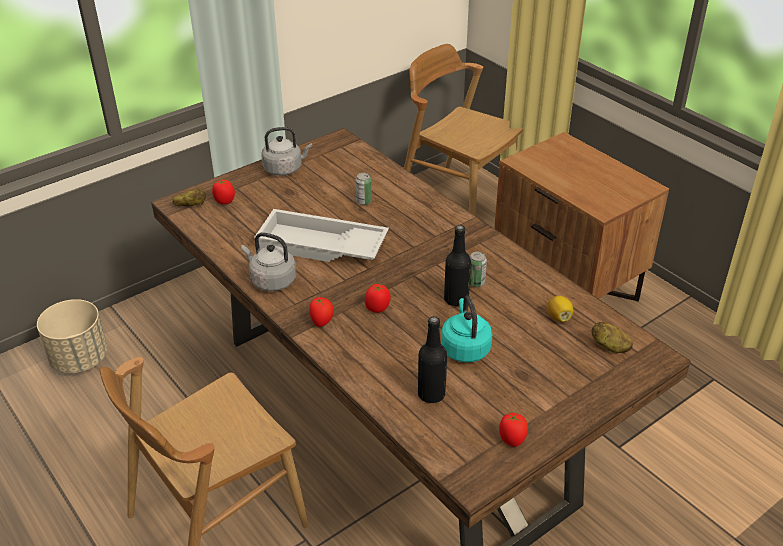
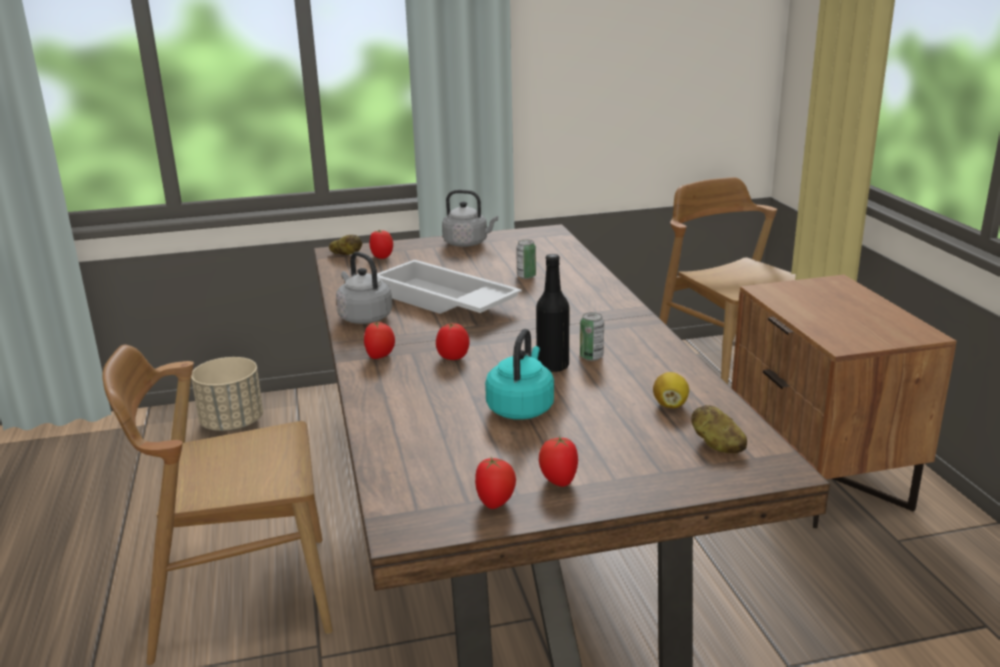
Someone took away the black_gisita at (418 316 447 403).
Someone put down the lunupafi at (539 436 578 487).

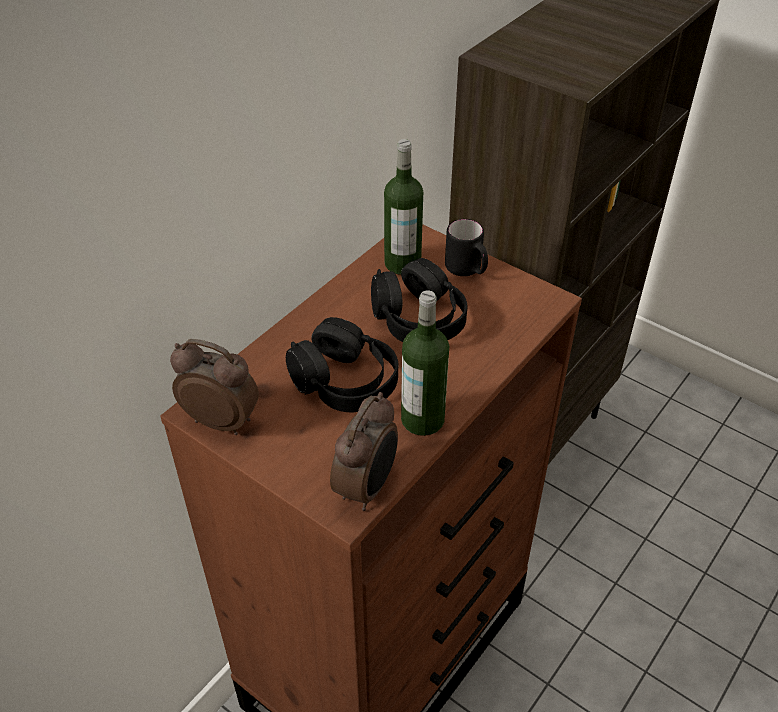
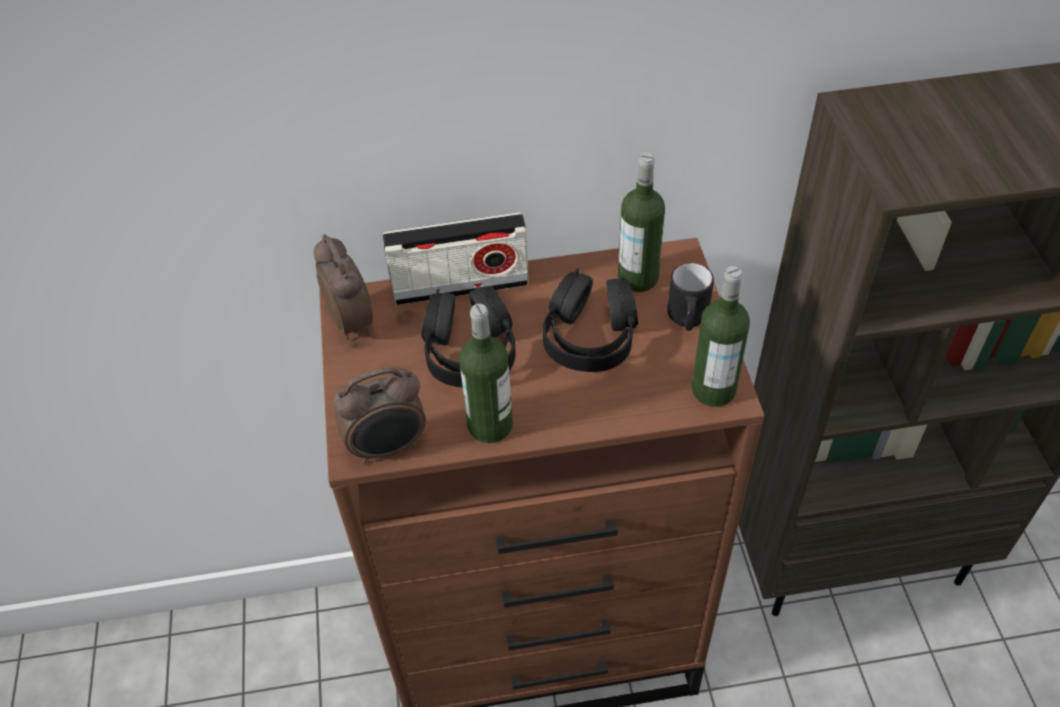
Someone put down the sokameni at (383 212 529 305).
Someone put down the gisita at (691 266 750 407).

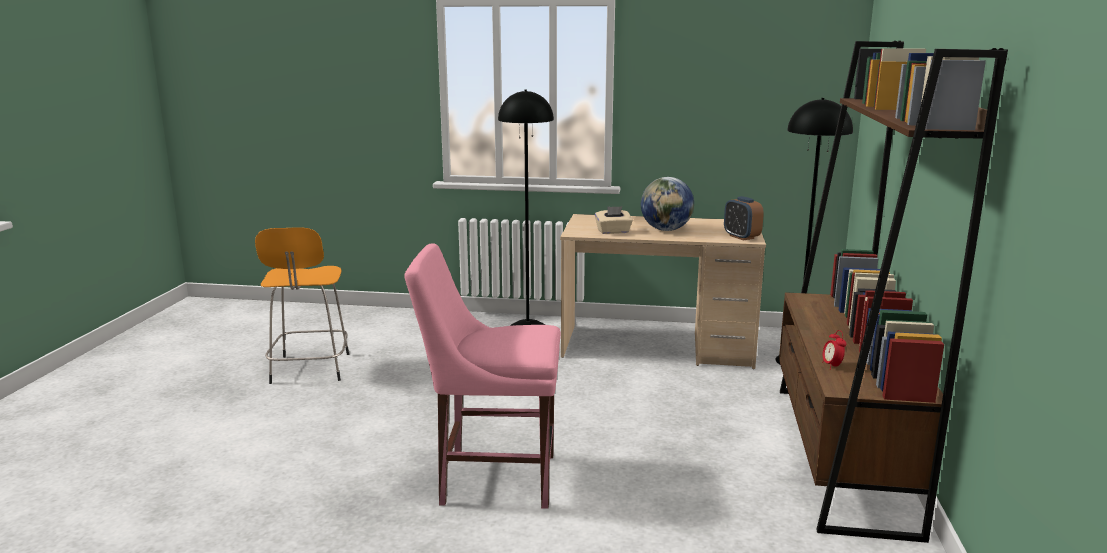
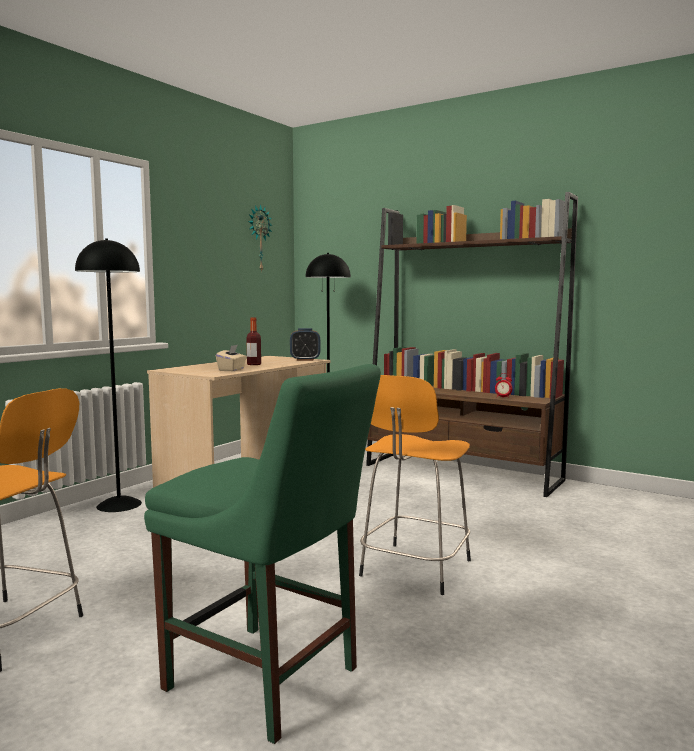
Someone swapped the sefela at (641 177 694 231) for the gisita at (247 317 261 365).
Someone swapped the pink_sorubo at (404 243 561 509) for the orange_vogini at (359 375 471 595).
Someone put up the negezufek at (248 204 272 272).
Someone put down the green_sorubo at (144 364 381 744).

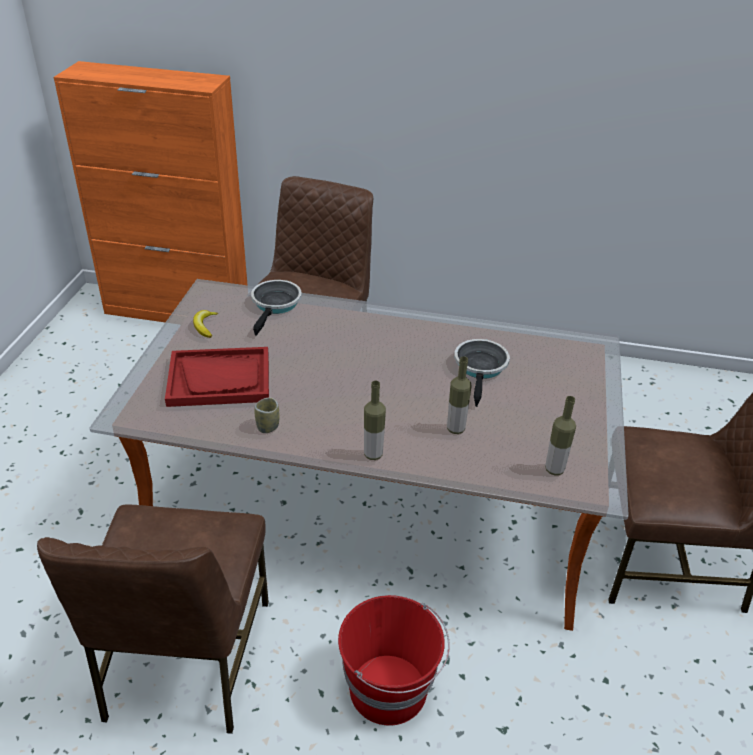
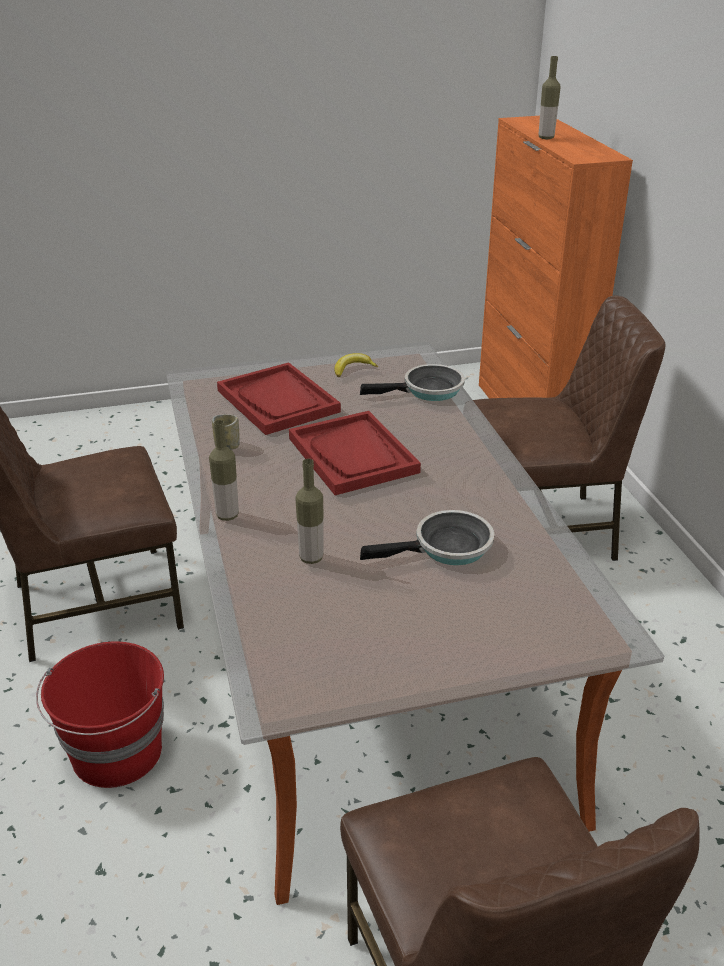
Someone carried the gisita from (545 396 576 476) to (539 56 561 139).
Someone put down the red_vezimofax at (289 411 421 495).

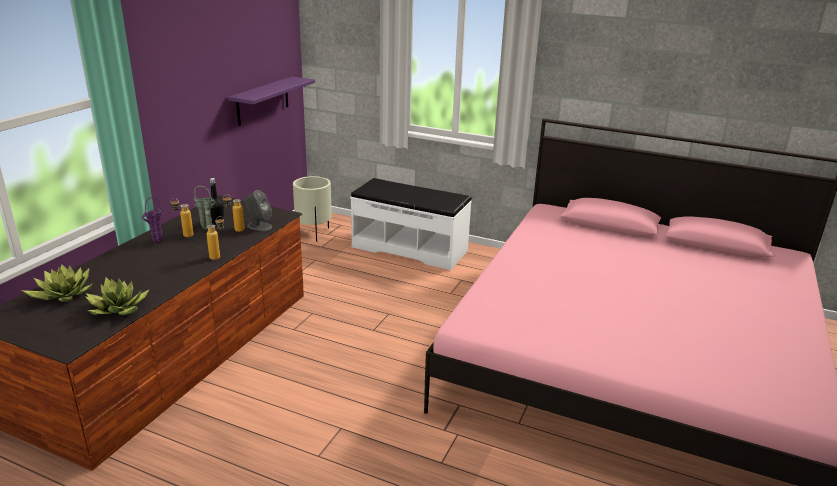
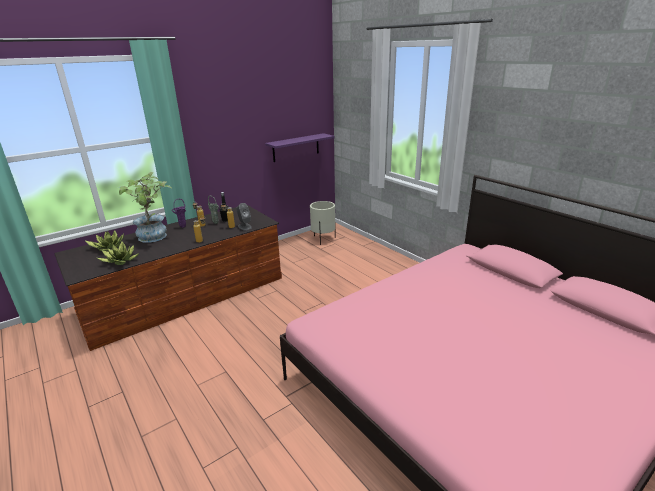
Someone took away the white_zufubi at (350 178 472 270).
Someone put down the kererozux at (117 172 172 243).

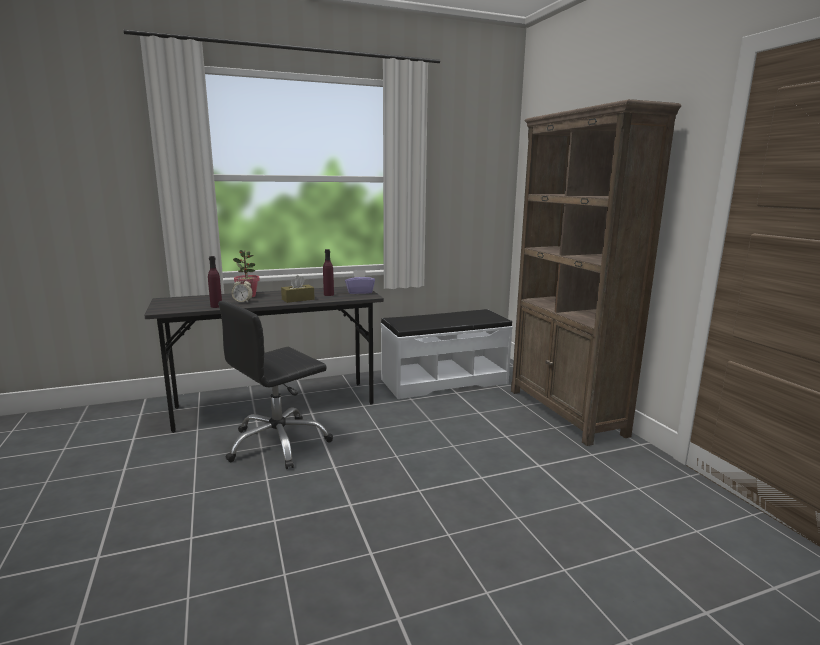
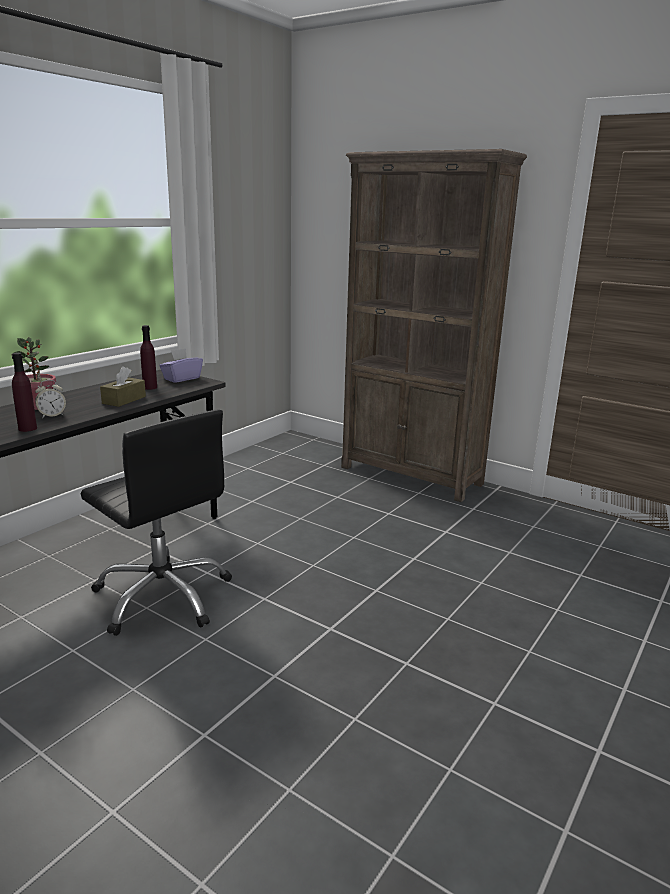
Someone rotated the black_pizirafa at (218 301 333 469) by 60 degrees counterclockwise.
Someone took away the white_zufubi at (381 309 513 399).

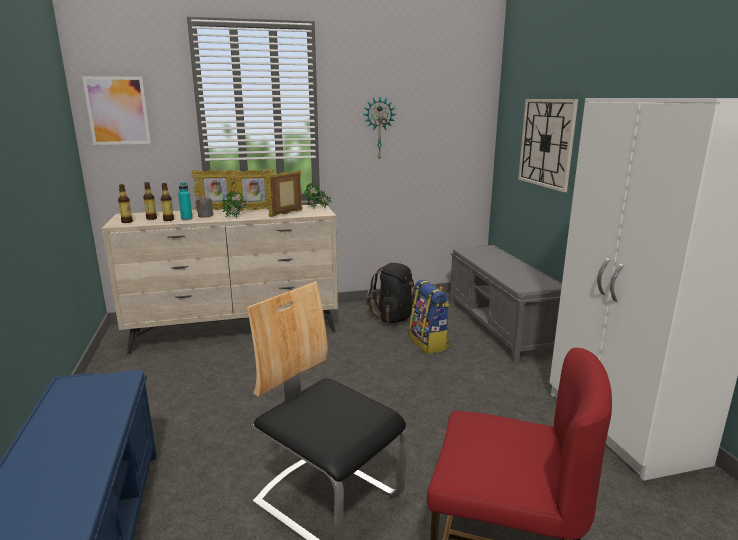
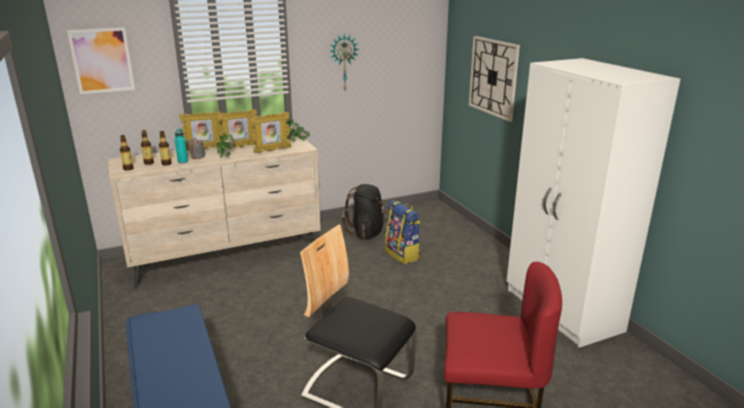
Someone rotated the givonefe at (266 170 303 217) by 150 degrees counterclockwise.
Someone took away the grey_zufubi at (450 245 562 363).

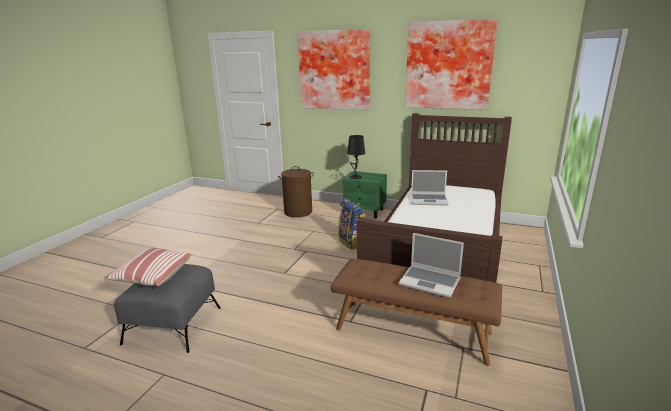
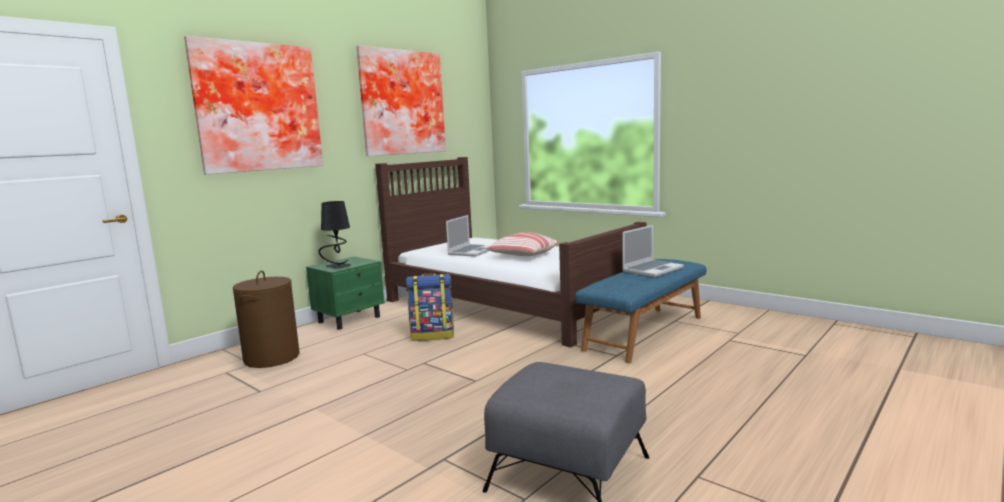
Someone carried the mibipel from (104 248 192 286) to (485 232 560 256).
Someone repainted the brown_zufubi at (331 258 502 366), which became the blue_zufubi at (575 259 706 363).

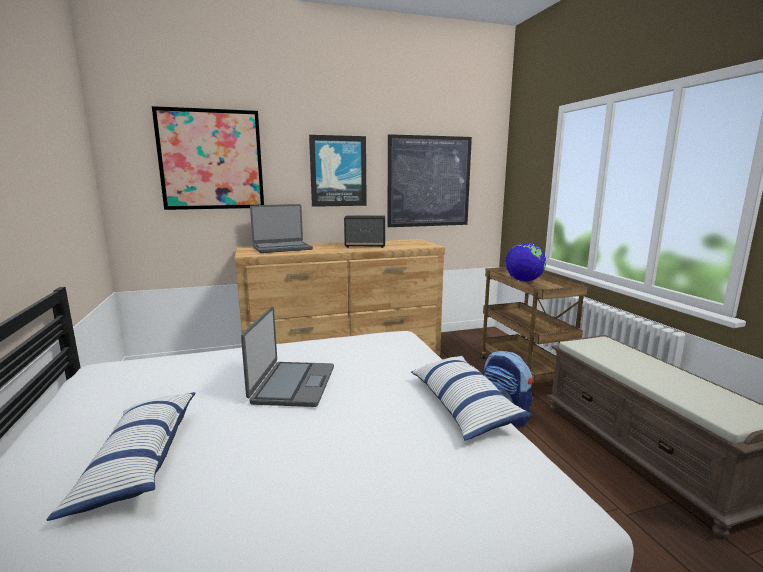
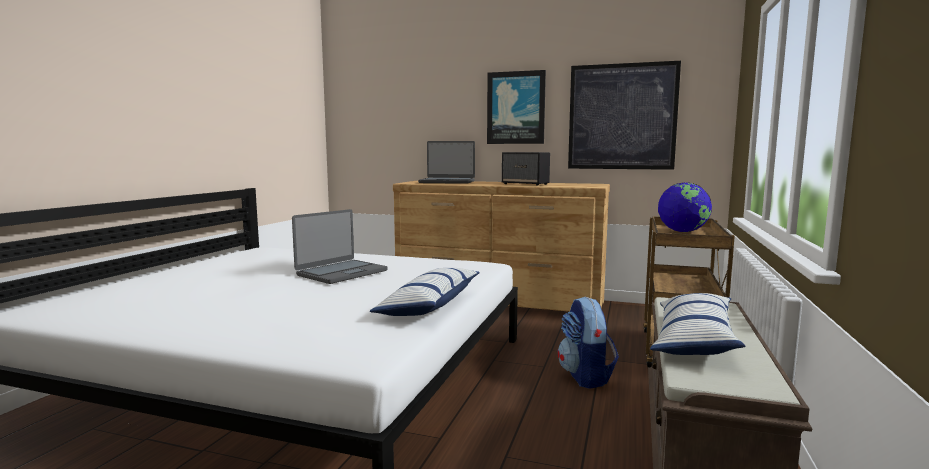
Someone took away the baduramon at (152 106 264 210).
Someone carried the mibipel from (47 392 195 521) to (650 293 746 355).

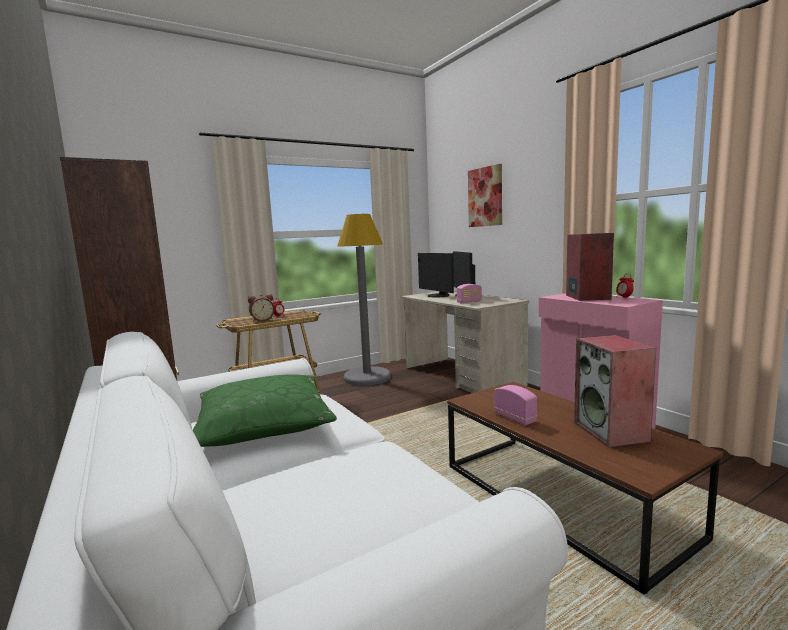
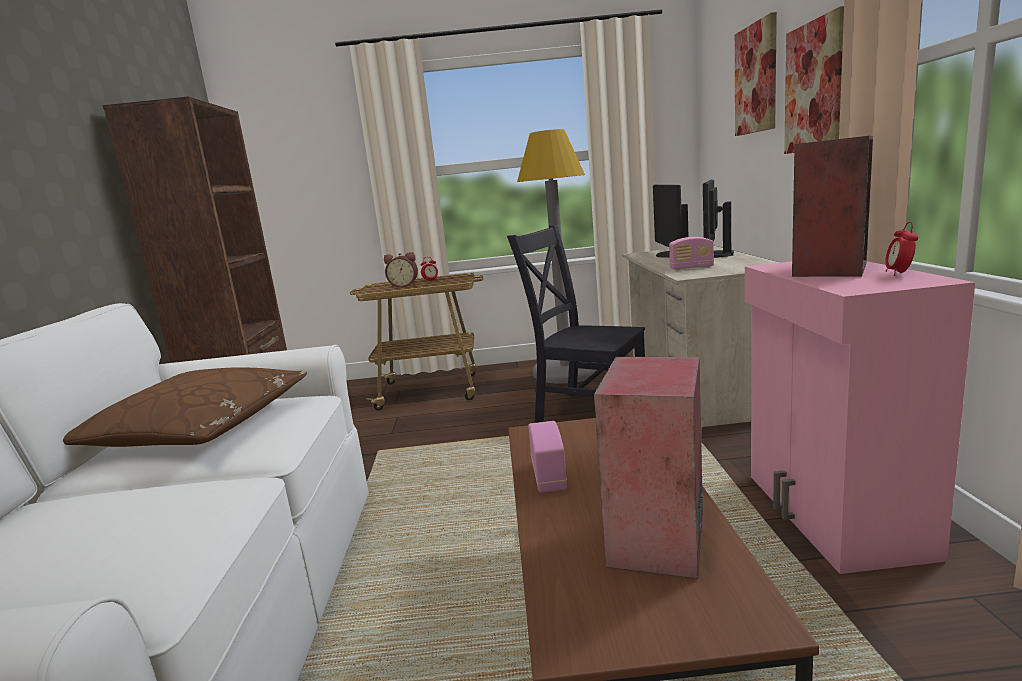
Someone repainted the green_mibipel at (193 374 337 447), which became the brown_mibipel at (63 367 307 447).
Someone put up the baduramon at (784 6 844 154).
Someone put down the black_sorubo at (507 225 645 423).

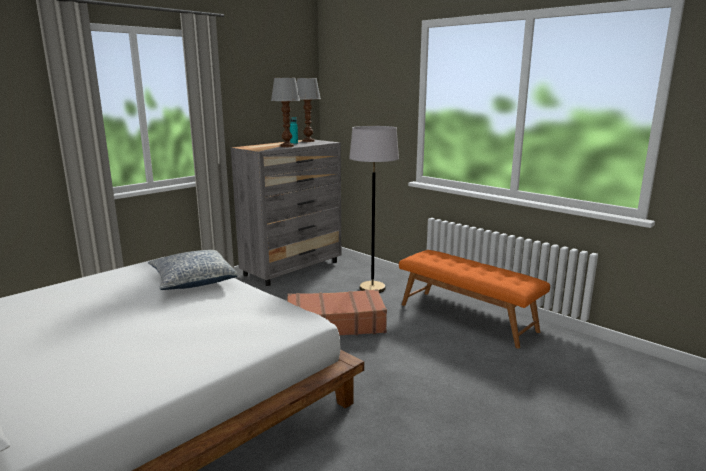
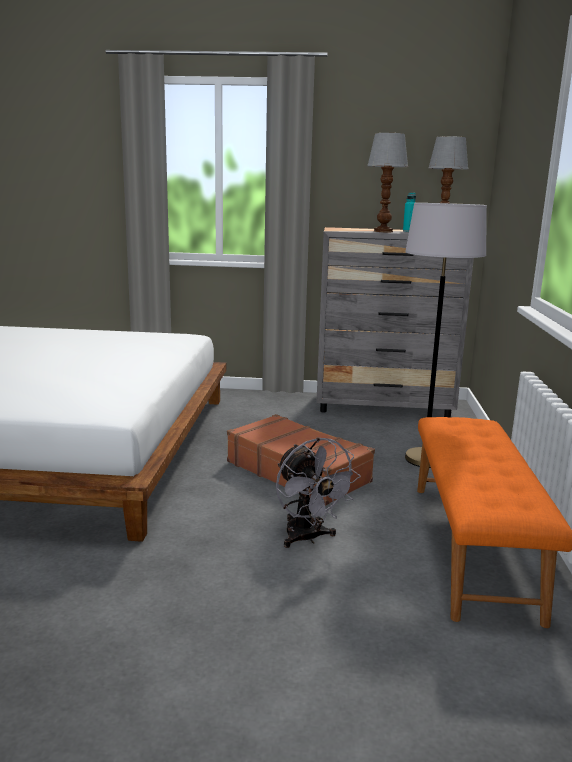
Someone took away the mibipel at (148 250 238 290).
Someone put down the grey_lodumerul at (276 437 361 548).

